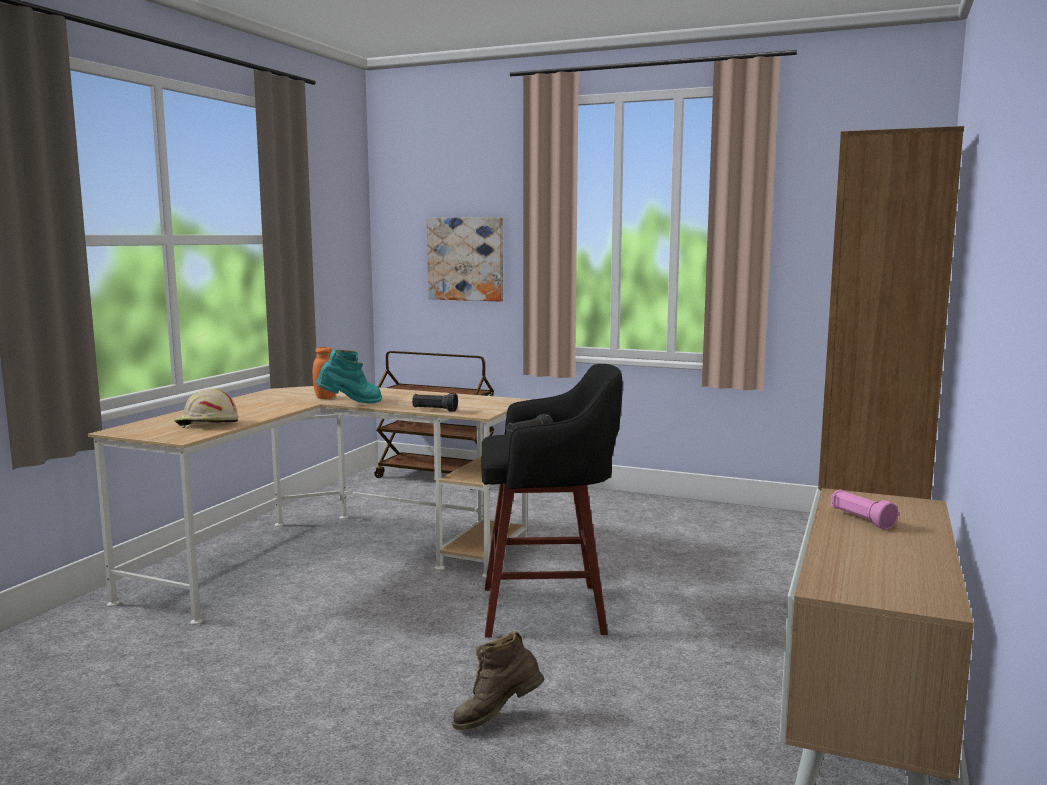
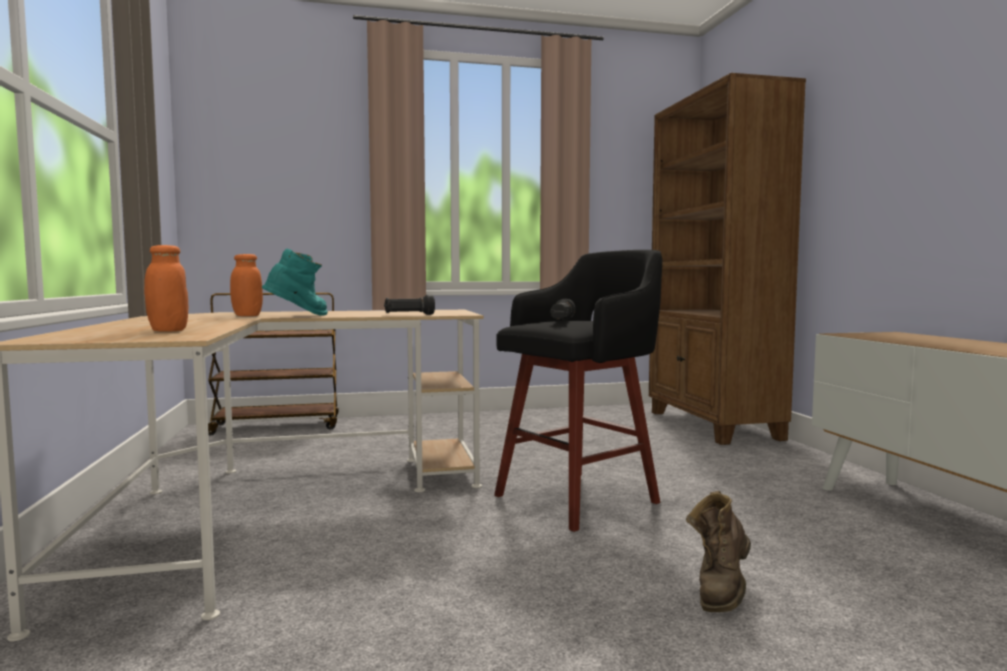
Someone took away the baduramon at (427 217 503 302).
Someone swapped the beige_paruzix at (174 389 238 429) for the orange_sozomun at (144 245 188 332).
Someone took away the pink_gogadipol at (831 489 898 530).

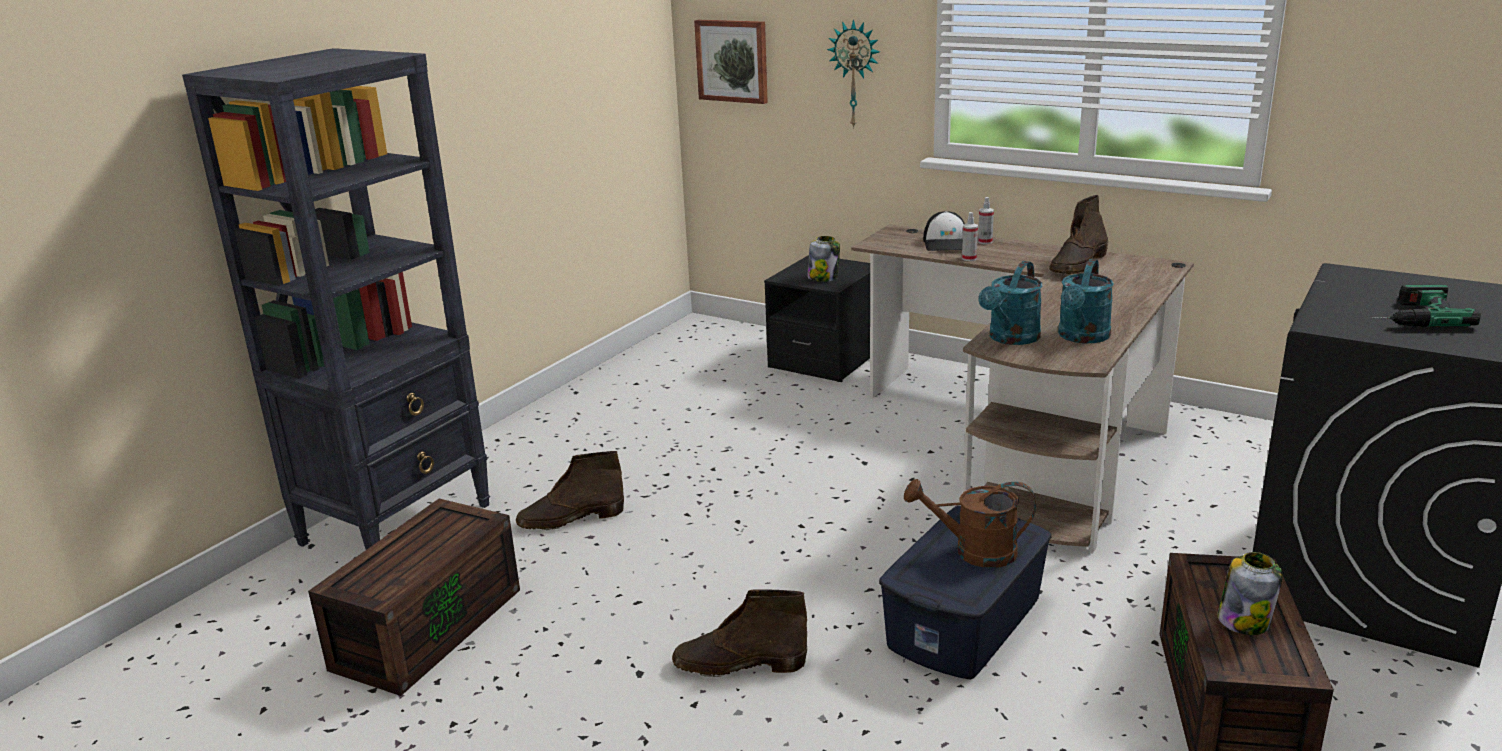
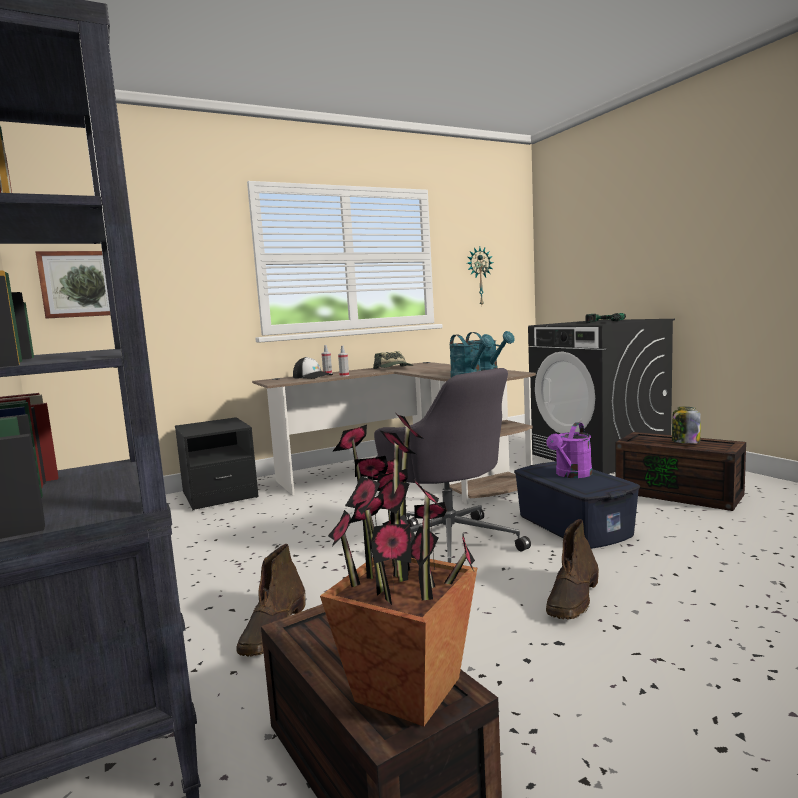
Someone carried the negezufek from (827 19 880 129) to (467 247 493 305).
Someone swapped the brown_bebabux at (1049 195 1108 274) for the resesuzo at (373 351 414 369).
Someone took away the sozomun at (807 236 840 282).
Someone repainted the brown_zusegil at (904 479 1036 568), which became the purple_zusegil at (546 422 592 478).
Someone put down the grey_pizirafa at (374 368 531 564).
Someone put down the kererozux at (320 414 477 727).

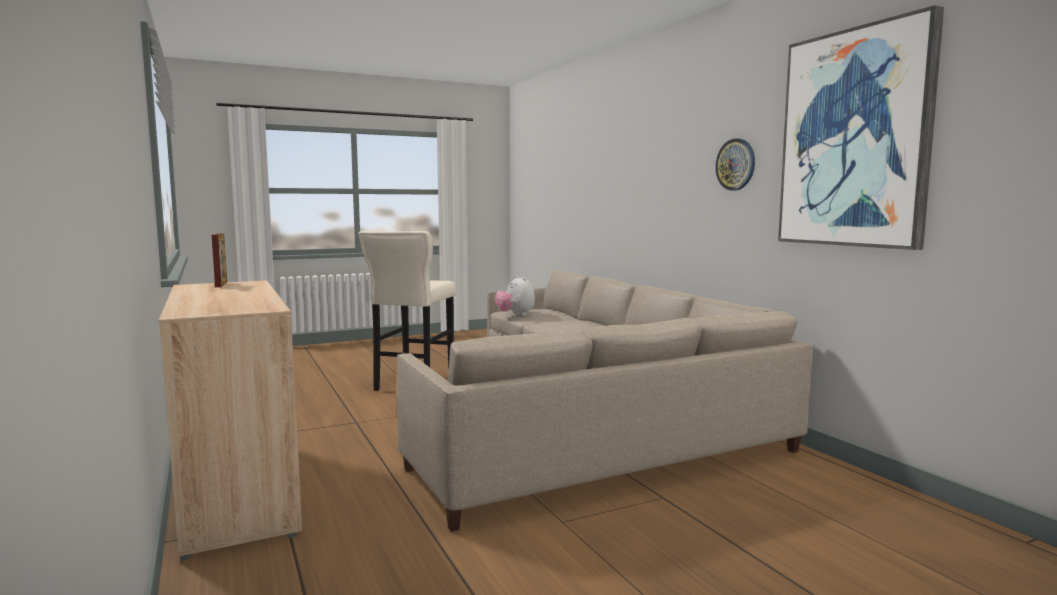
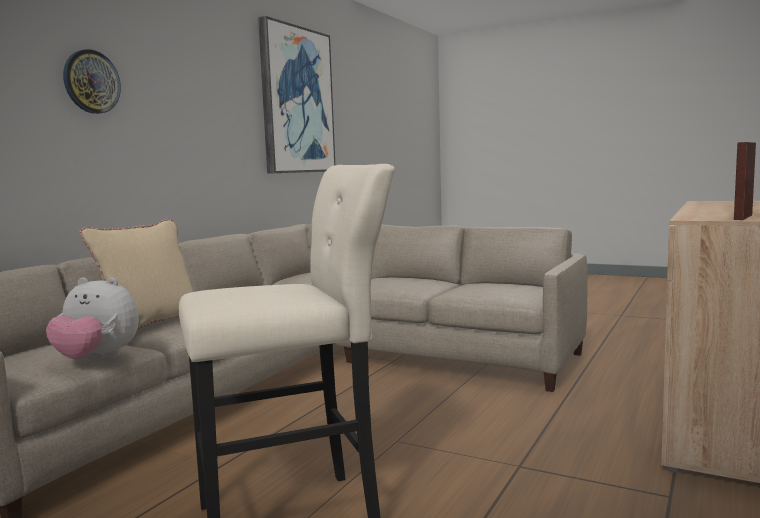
Someone carried the negezufek from (715 138 755 190) to (63 49 121 114).
Someone rotated the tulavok at (495 276 535 316) by 75 degrees clockwise.
Someone put down the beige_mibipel at (80 219 194 330).

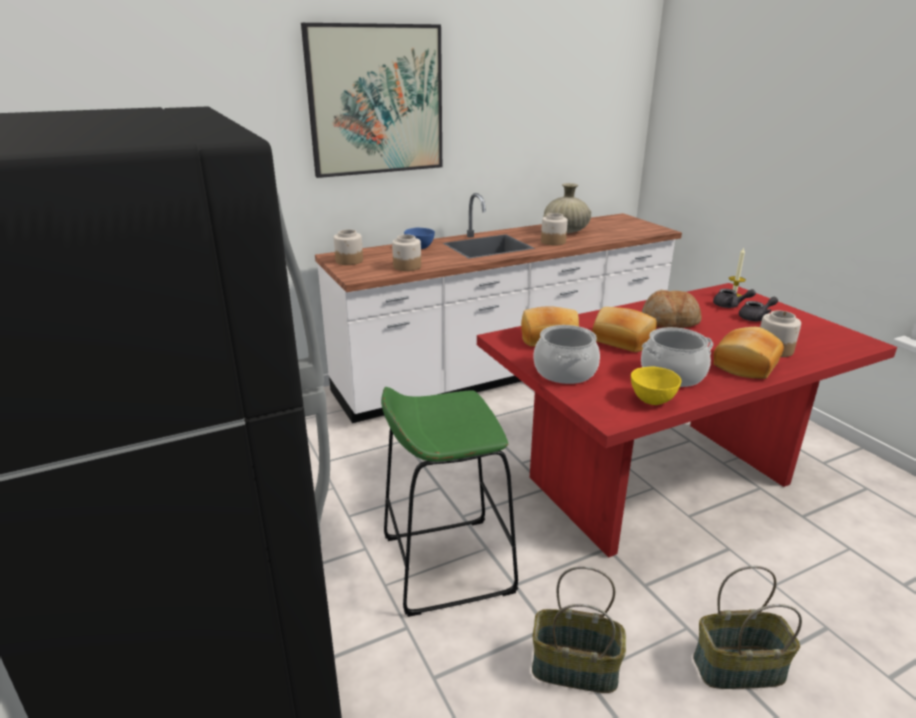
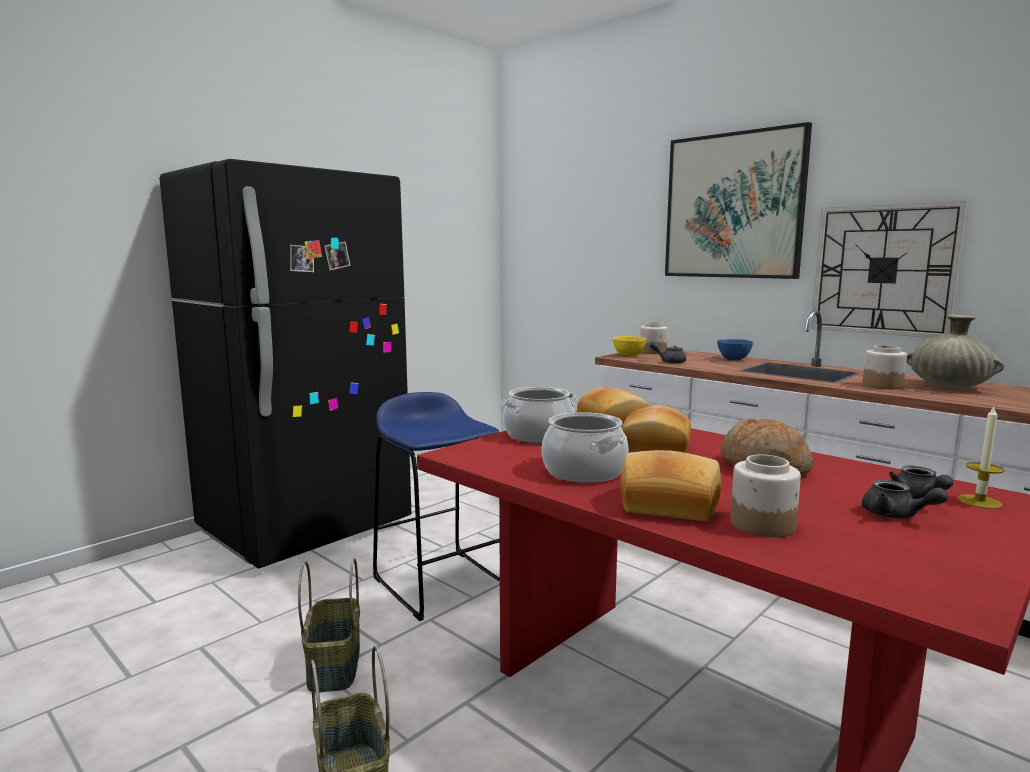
Someone swapped the sozomun at (392 235 421 271) for the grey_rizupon at (650 342 686 364).
Someone carried the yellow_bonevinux from (631 367 681 405) to (613 336 647 357).
Someone repainted the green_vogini at (381 387 518 617), which became the blue_vogini at (373 392 500 621).
Someone put up the negezufek at (811 201 967 338).

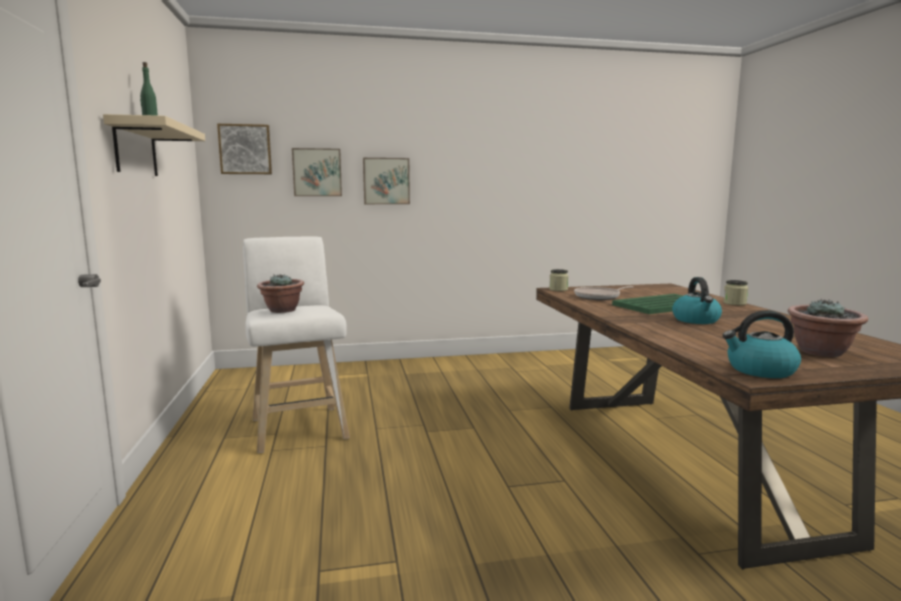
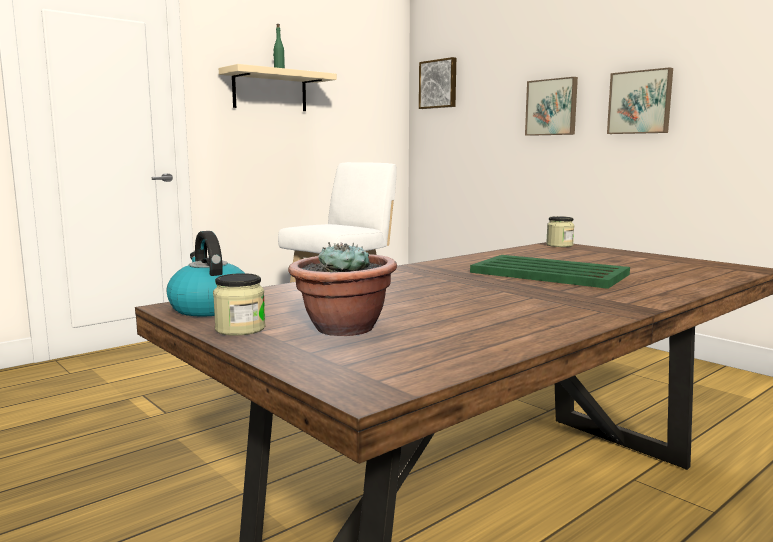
Someone carried the baduramon from (292 148 342 196) to (607 67 673 134).
Someone took away the kererozux at (257 274 304 313).
Someone took away the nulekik at (672 277 722 324).
Someone carried the sozomun from (723 280 748 305) to (213 273 266 335).
Someone took away the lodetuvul at (574 286 634 300).

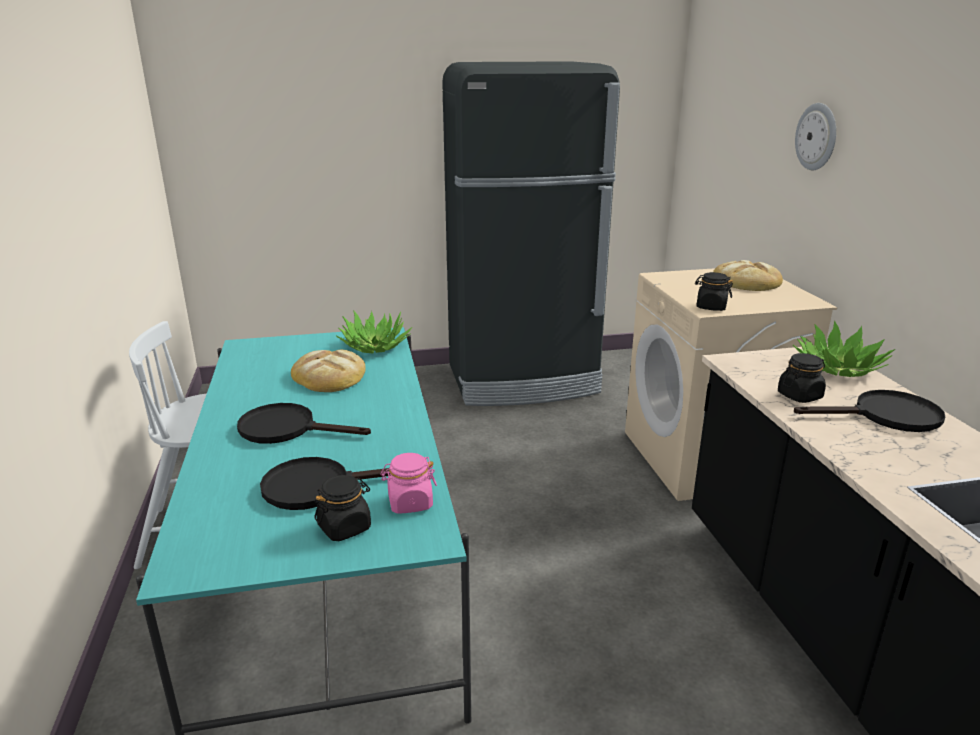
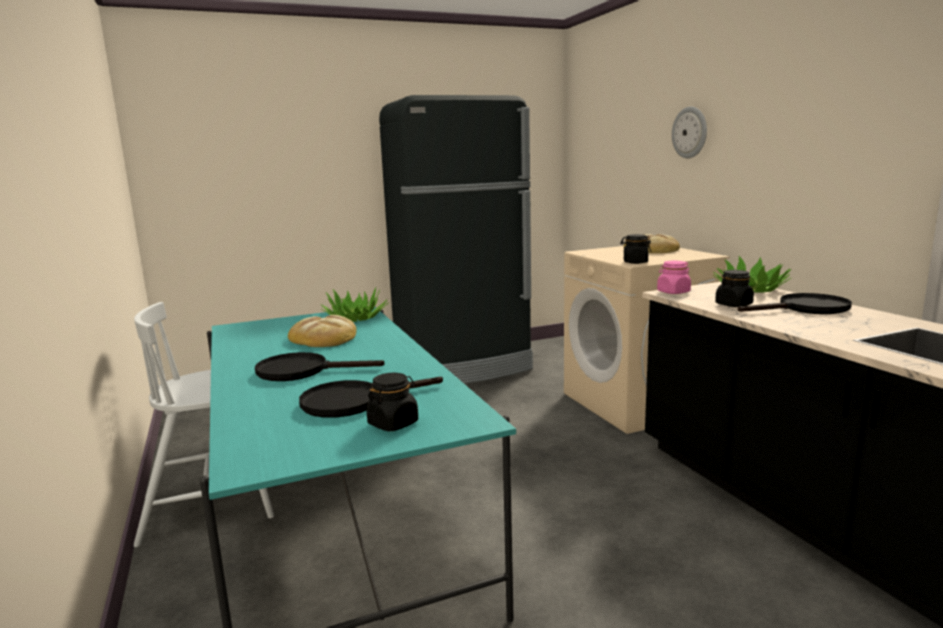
Someone carried the pink_sozomun from (380 453 437 514) to (657 261 691 294).

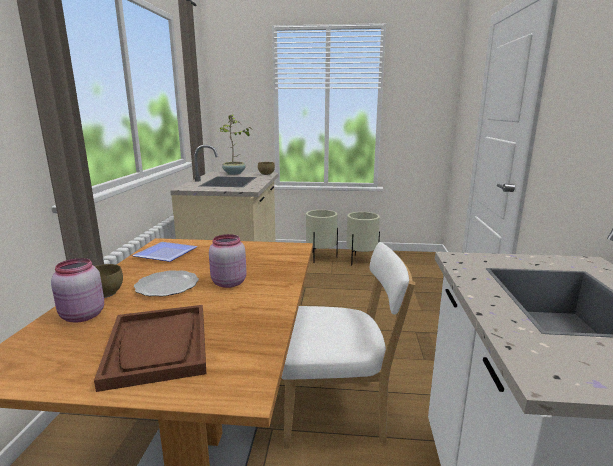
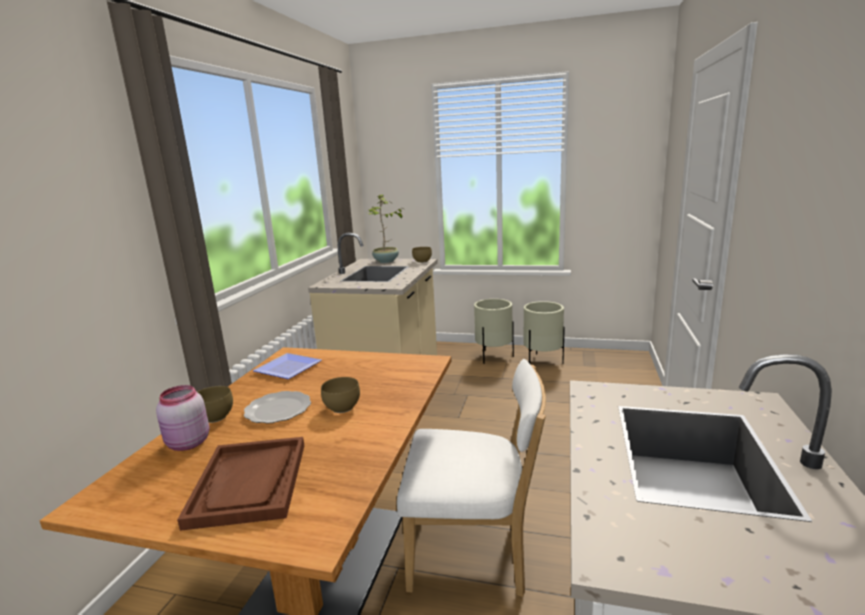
Someone swapped the pink_sozomun at (209 234 247 288) for the brown_bonevinux at (321 377 360 413).

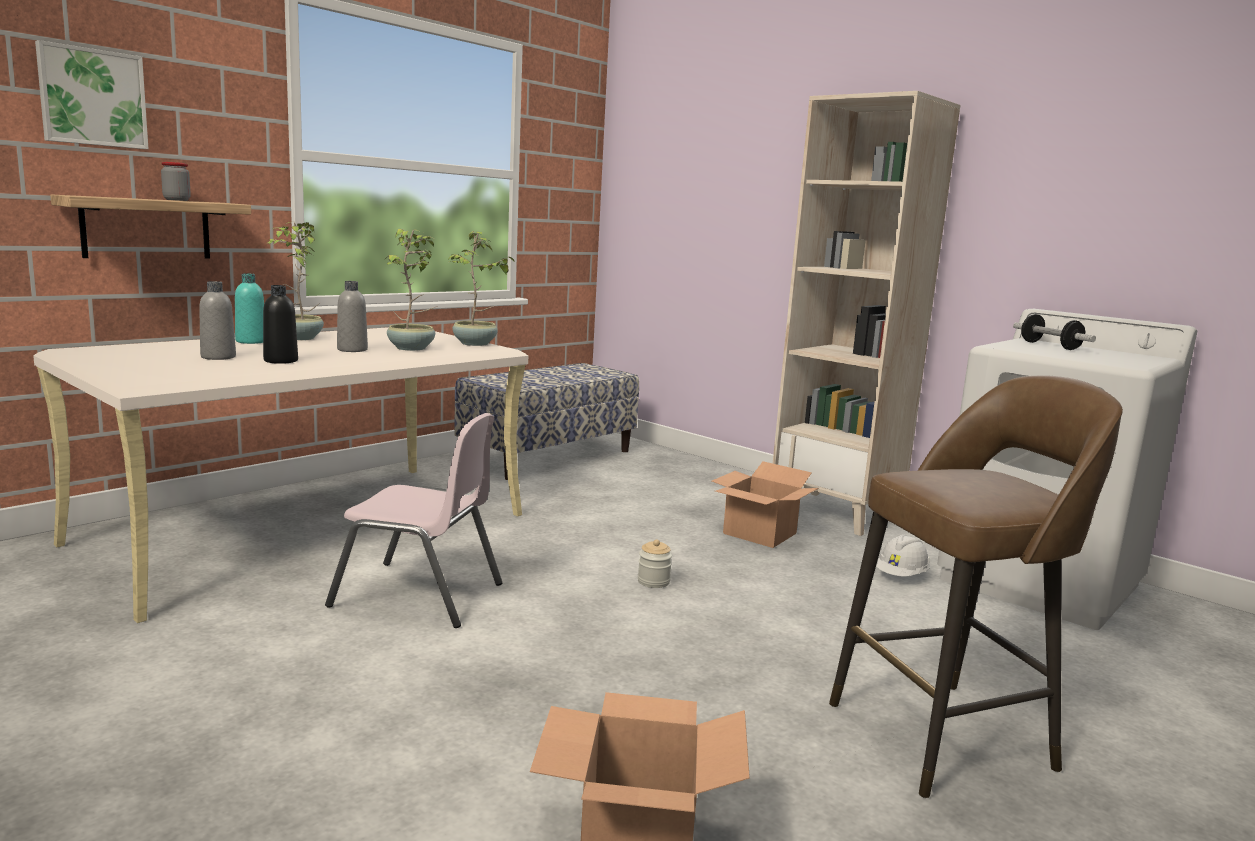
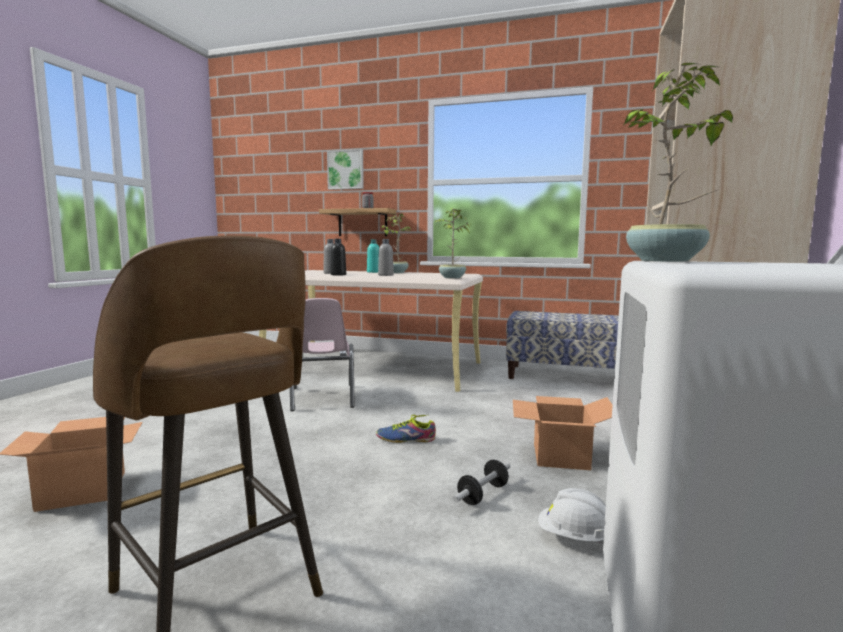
Someone carried the kererozux from (383 229 437 351) to (624 63 733 262).
Someone carried the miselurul from (1013 314 1096 350) to (453 460 510 505).
Someone swapped the sozomun at (638 539 672 588) for the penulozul at (376 415 436 443).

